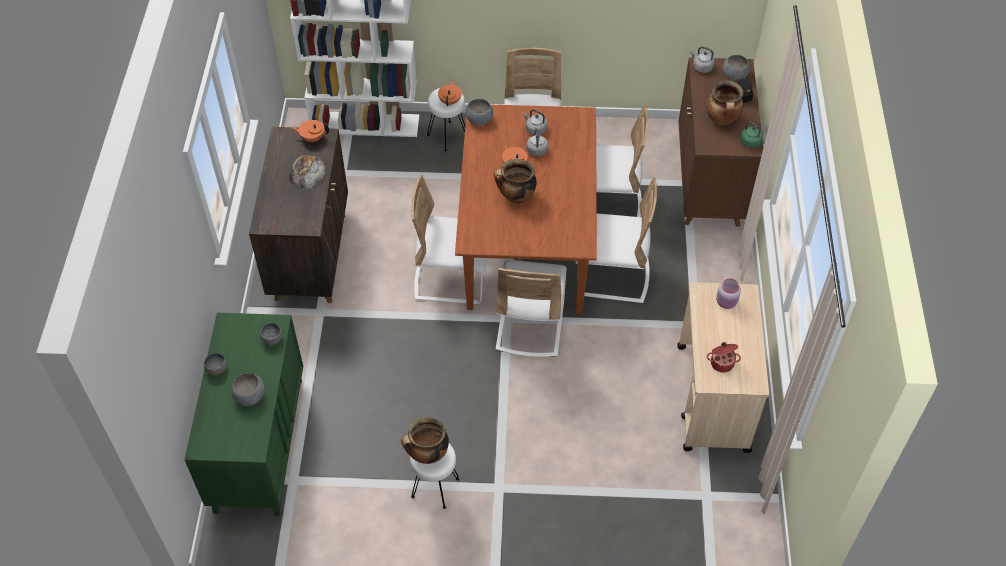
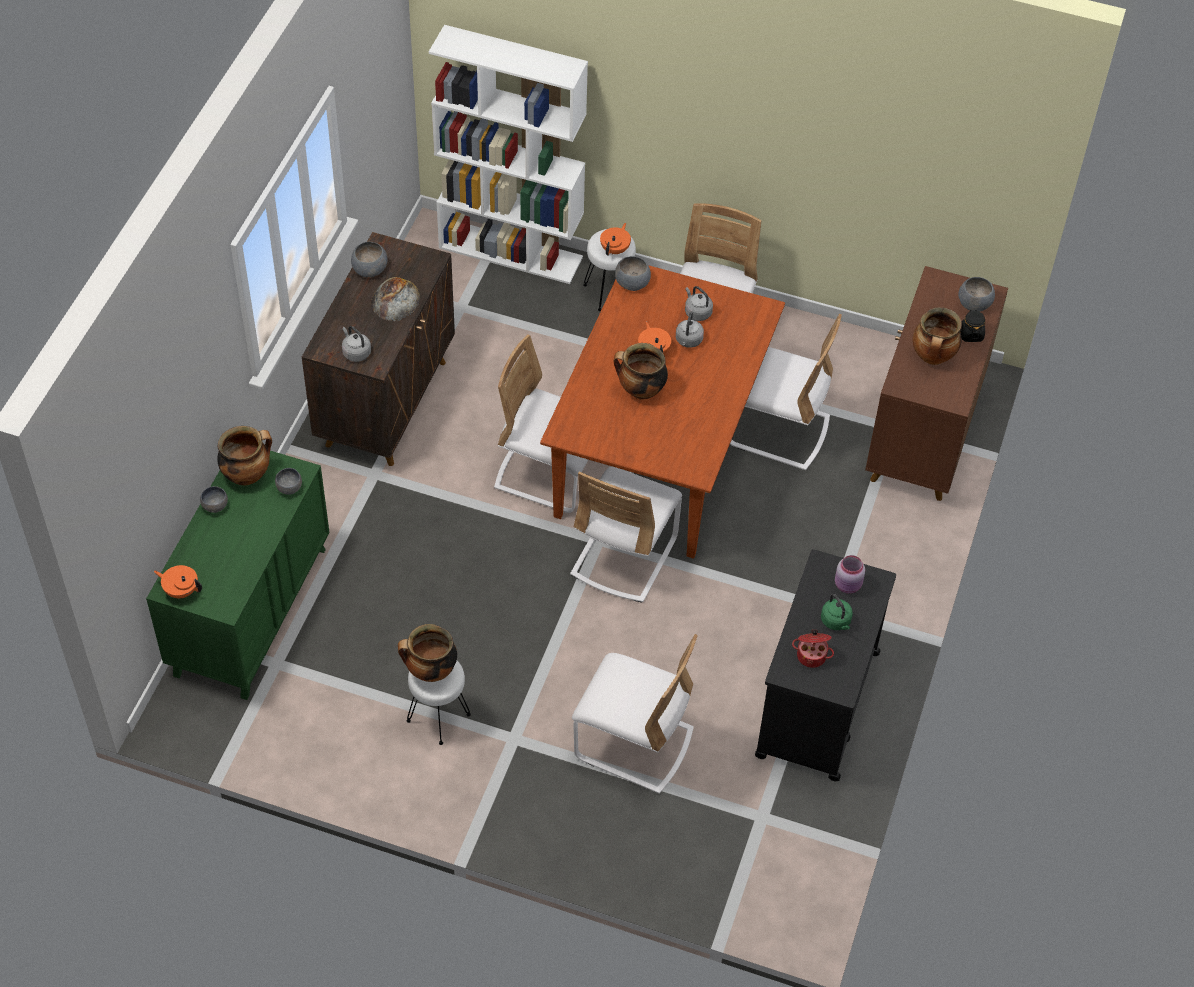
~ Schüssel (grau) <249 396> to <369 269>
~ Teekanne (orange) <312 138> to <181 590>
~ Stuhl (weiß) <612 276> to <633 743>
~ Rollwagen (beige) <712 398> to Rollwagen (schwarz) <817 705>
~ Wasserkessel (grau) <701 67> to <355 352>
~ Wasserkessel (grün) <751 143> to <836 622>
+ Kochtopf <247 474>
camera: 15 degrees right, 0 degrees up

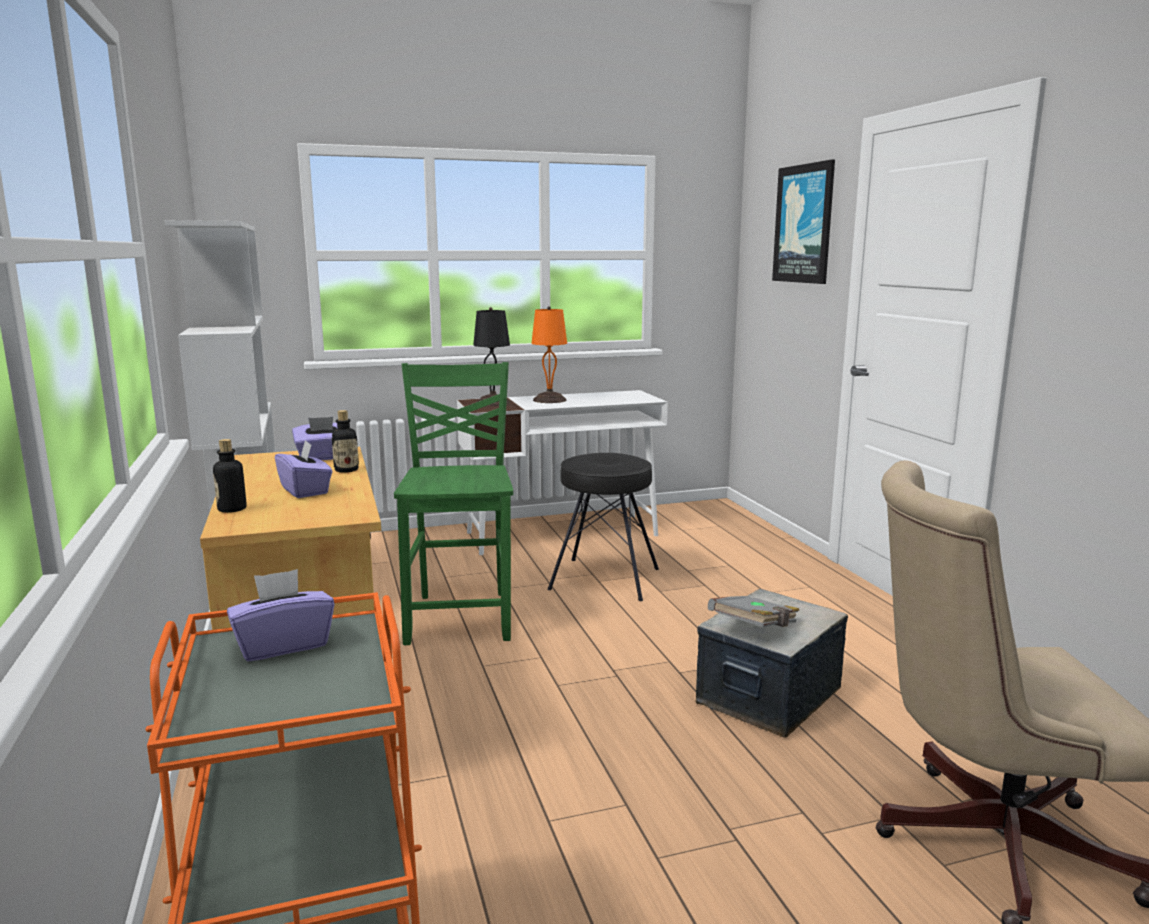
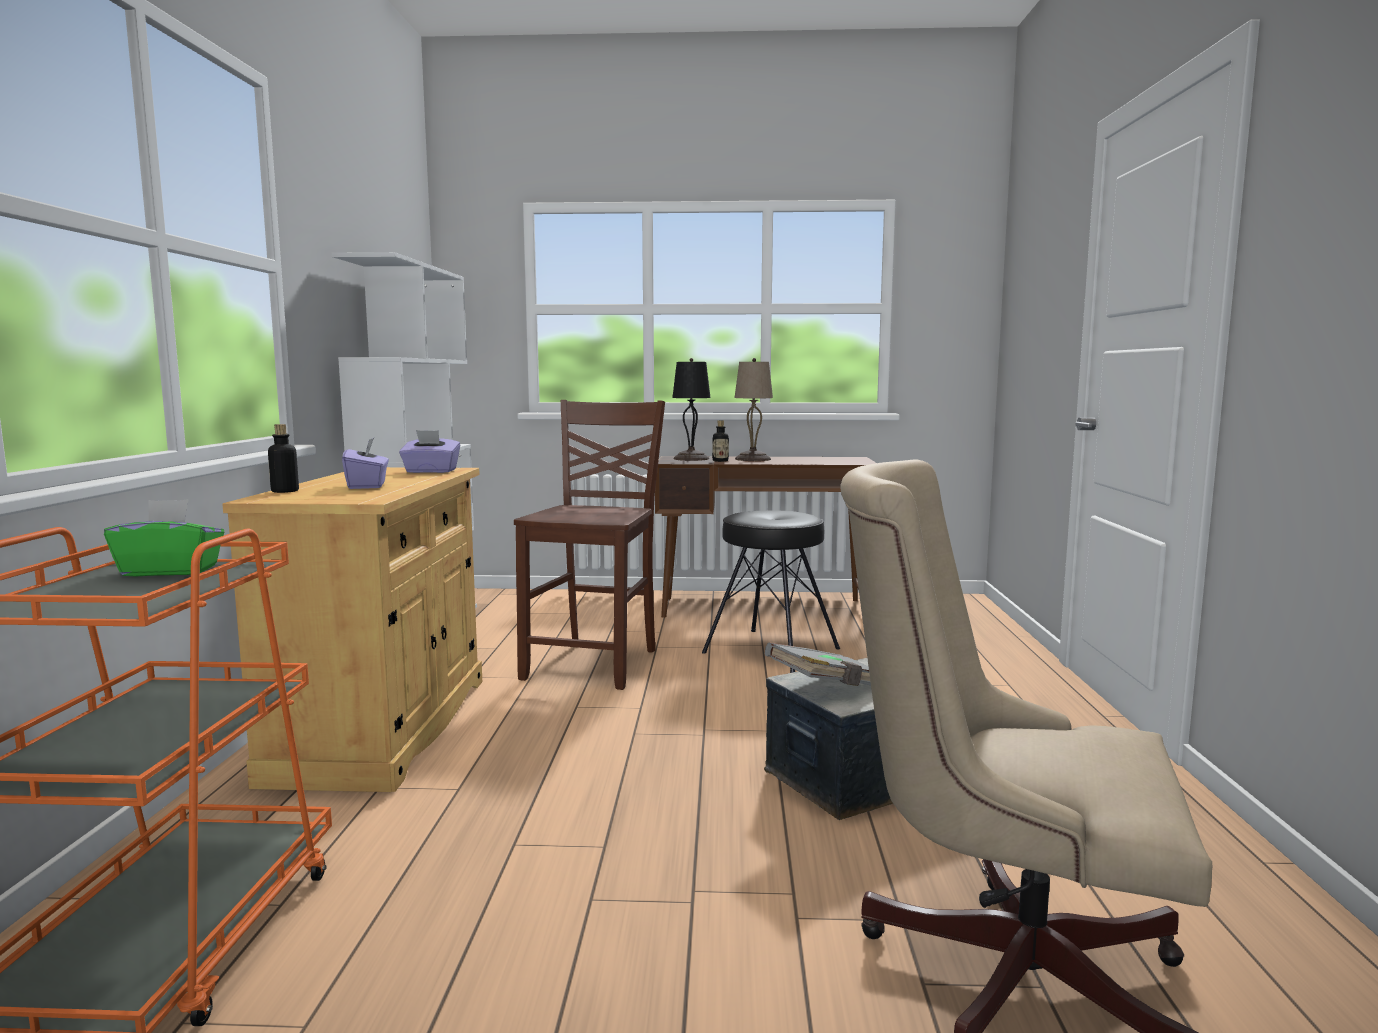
~ Taschentuchbox (lila) <283 645> to Taschentuchbox (grün) <170 571>
~ Flasche <346 470> to <720 461>
~ Stuhl (grün) <461 616> to Stuhl (braun) <595 664>
~ Schreibtisch (weiß) <563 534> to Schreibtisch (braun) <764 608>
~ Tischlampe (orange) <548 400> to Tischlampe (beige) <752 459>
- Bild <804 224>
camera: 20 degrees right, 5 degrees down

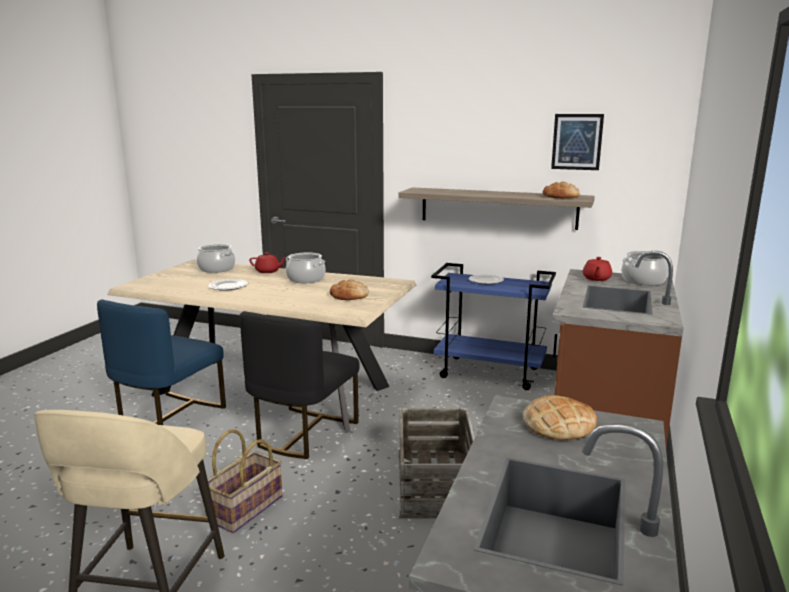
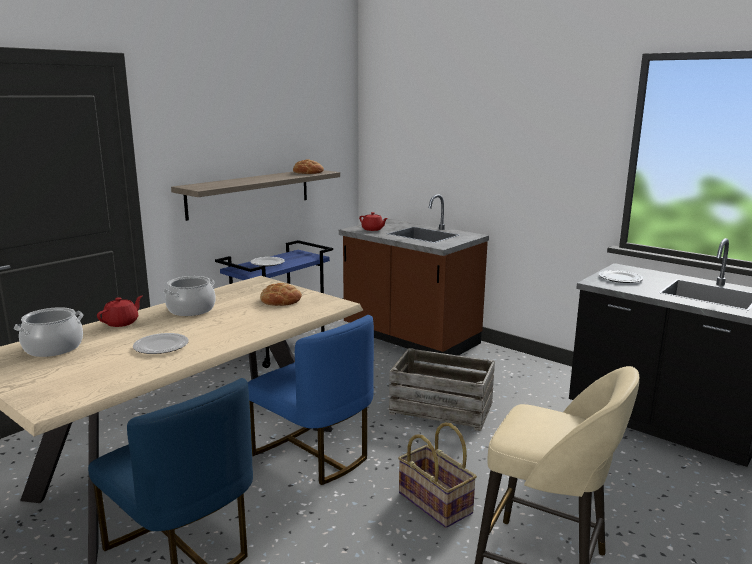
~ Stuhl (schwarz) <303 433> to Stuhl (blau) <314 454>
~ Brot <558 425> to Teller <619 278>
- Bild <577 142>
- Kochtopf <643 281>
camera: 70 degrees left, 0 degrees up

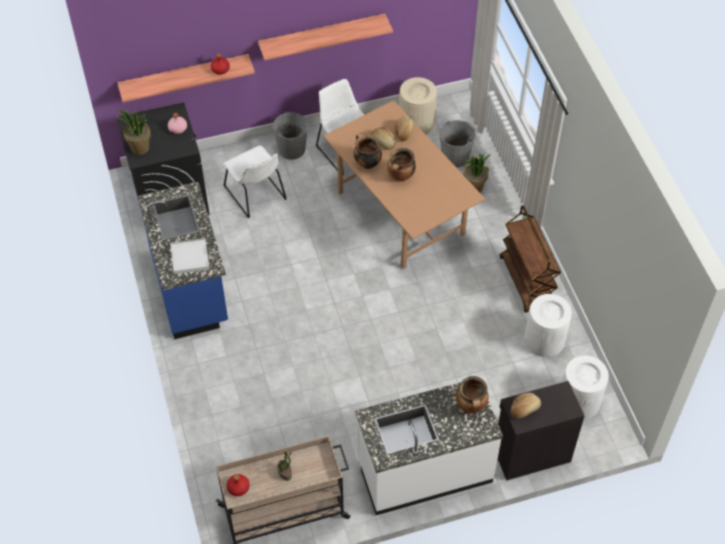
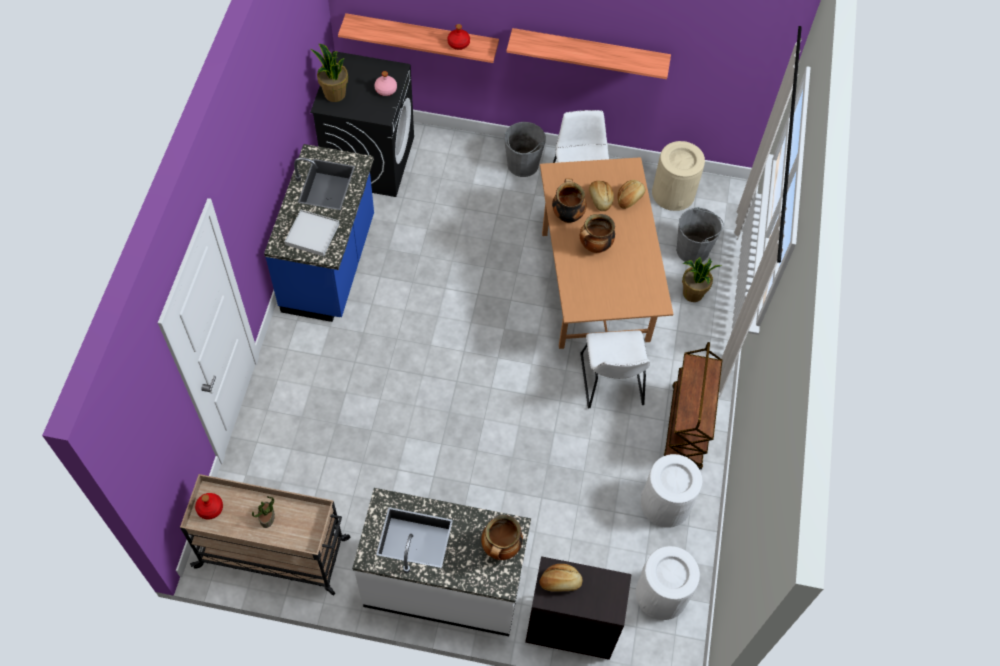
~ Stuhl (weiß) <256 195> to <612 383>
camera: 25 degrees right, 5 degrees up

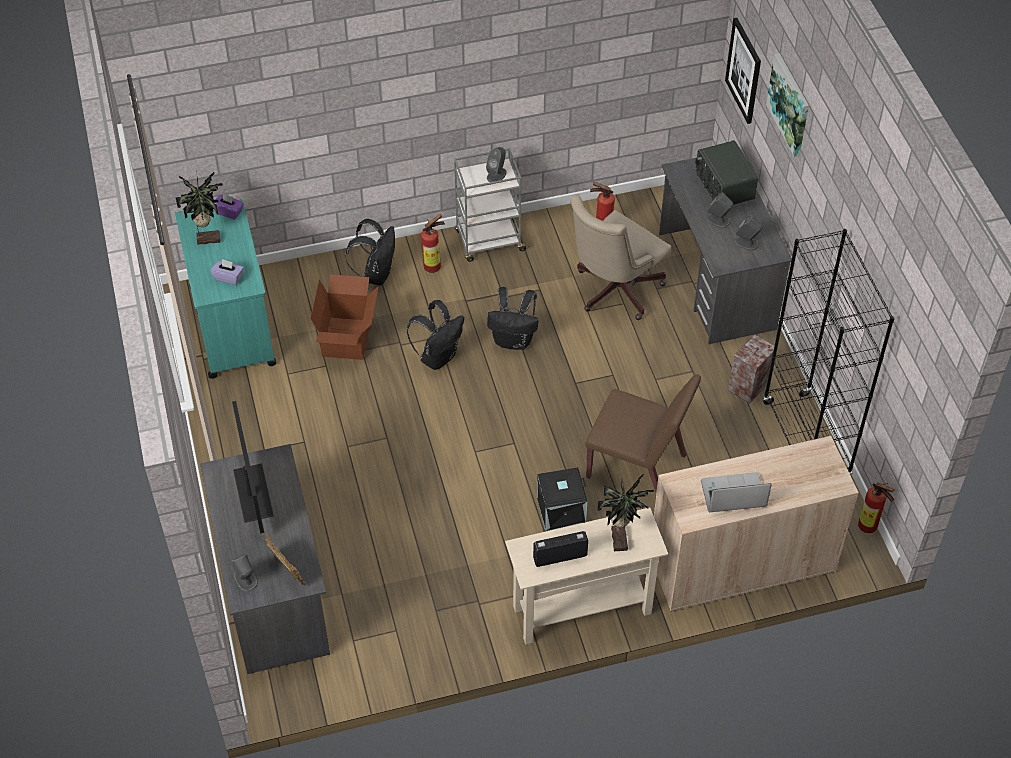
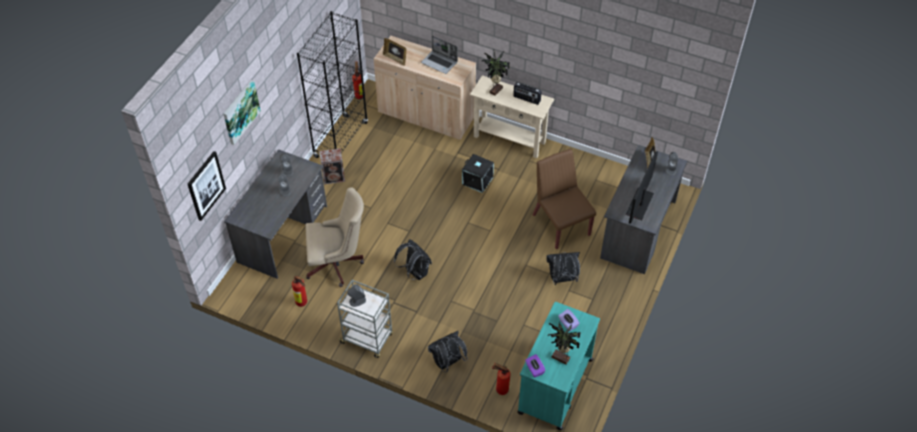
- Karton <347 339>
~ Rucksack (schwarz) <438 356> to <562 279>
~ Feuerlöscher <434 266> to <500 389>
~ Stuhl (braun) <637 467> to <560 224>
- Radio <723 186>
+ Bilderrahmen <395 59>
camera: 140 degrees left, 0 degrees up

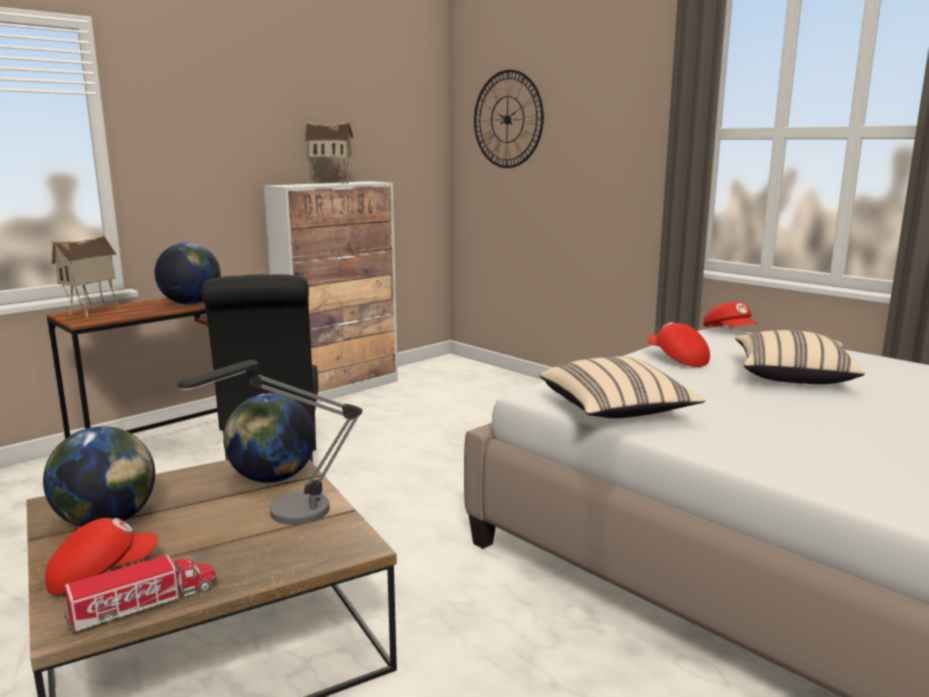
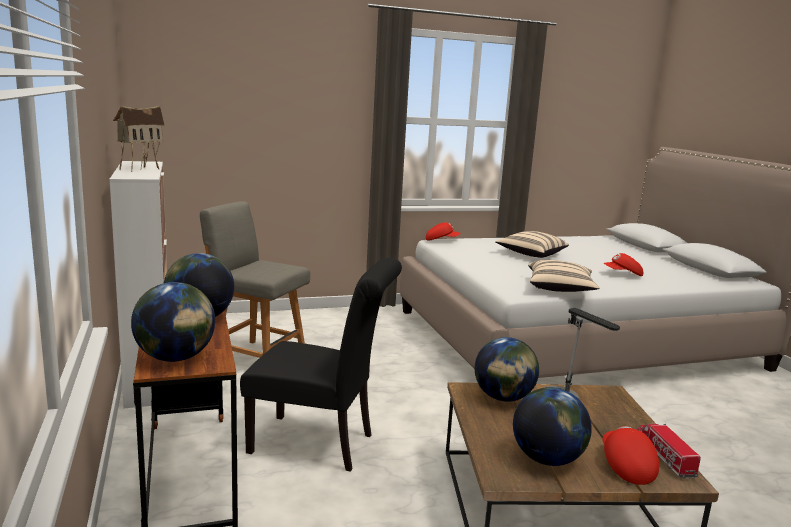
~ Spielzeughaus <93 313> to Globus <176 358>
- Wanduhr <507 119>
~ Kappe (rot) <676 359> to <623 274>
+ Stuhl (grau) <256 358>
camera: 65 degrees left, 0 degrees up

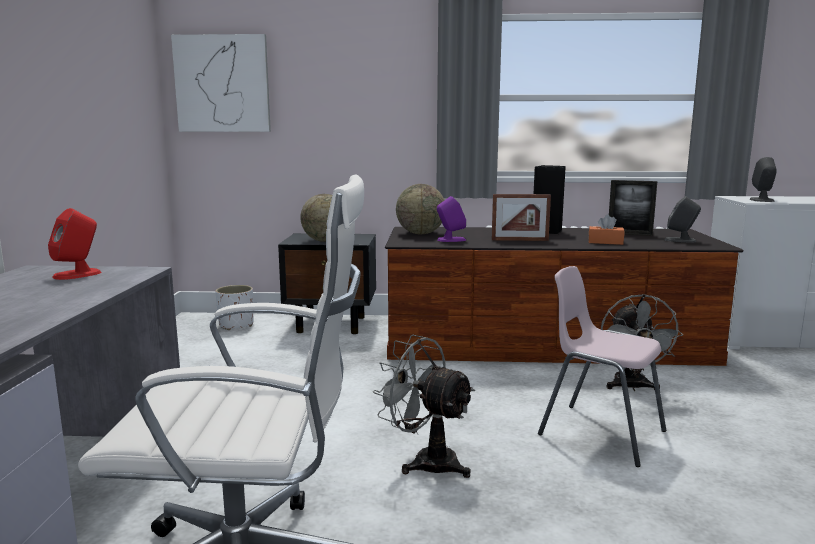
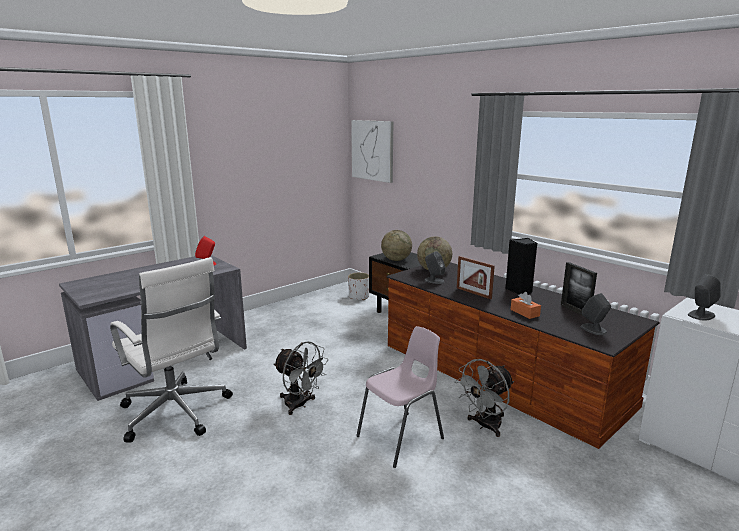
~ Ventilator (grau) <426 461> = <300 405> 135 degrees clockwise
~ Lautsprecher (lila) <451 240> to Lautsprecher (grau) <434 281>
~ Stuhl (rosa) <600 433> = <402 438> 60 degrees clockwise
camera: 45 degrees right, 5 degrees up

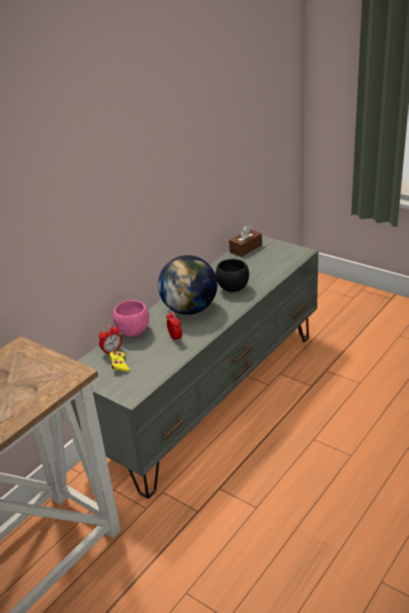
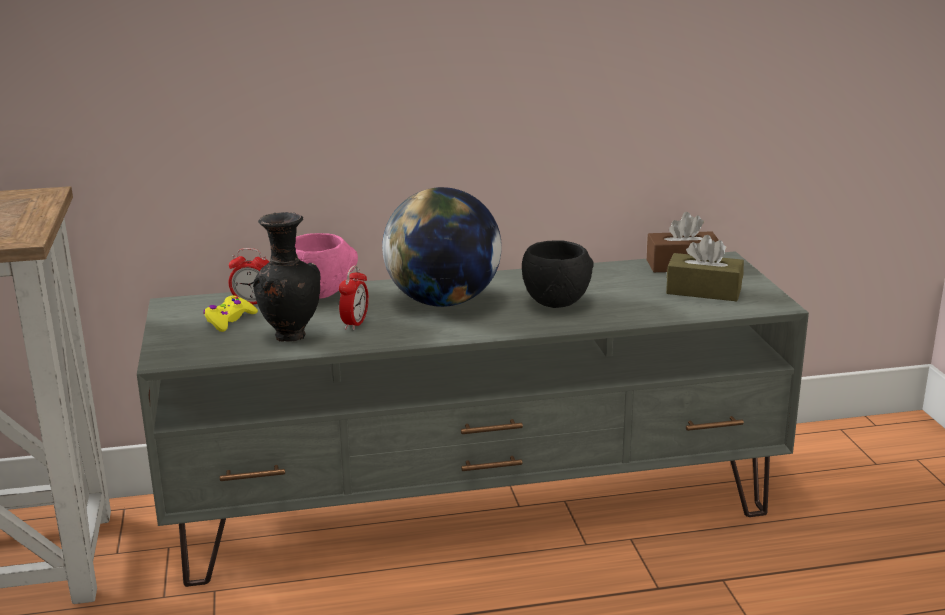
+ Vase (schwarz) <290 336>
+ Taschentuchbox (braun) <703 291>
camera: 40 degrees right, 10 degrees down

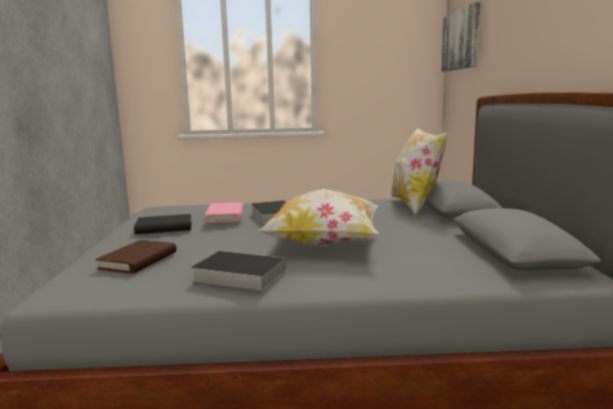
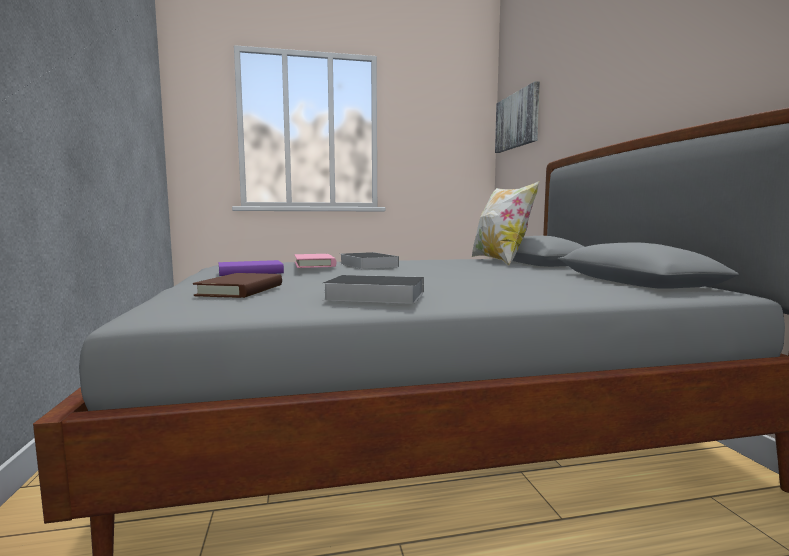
~ Buch (schwarz) <164 228> to Buch (lila) <250 272>
- Kissen <324 244>
camera: 10 degrees left, 5 degrees down

